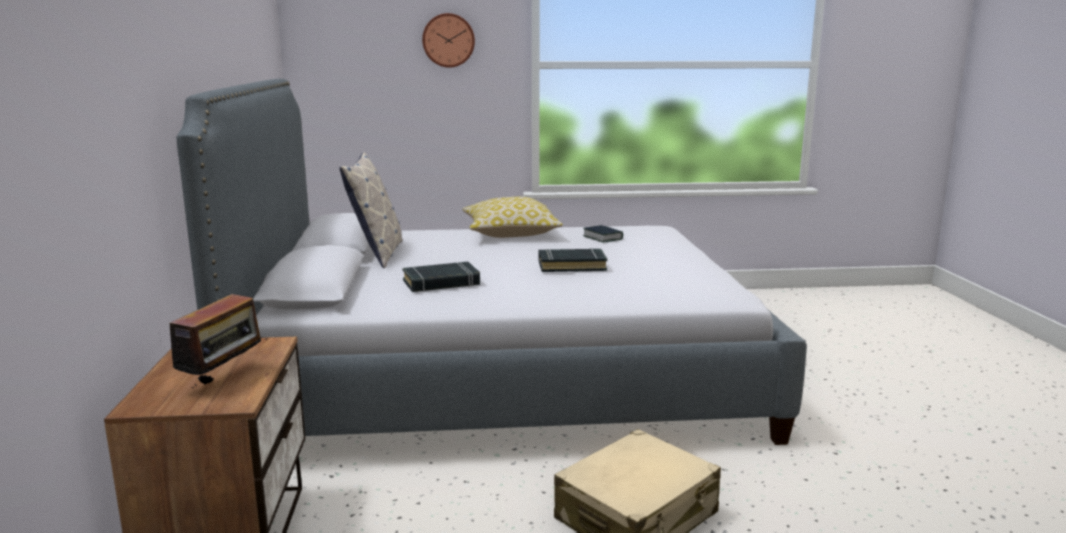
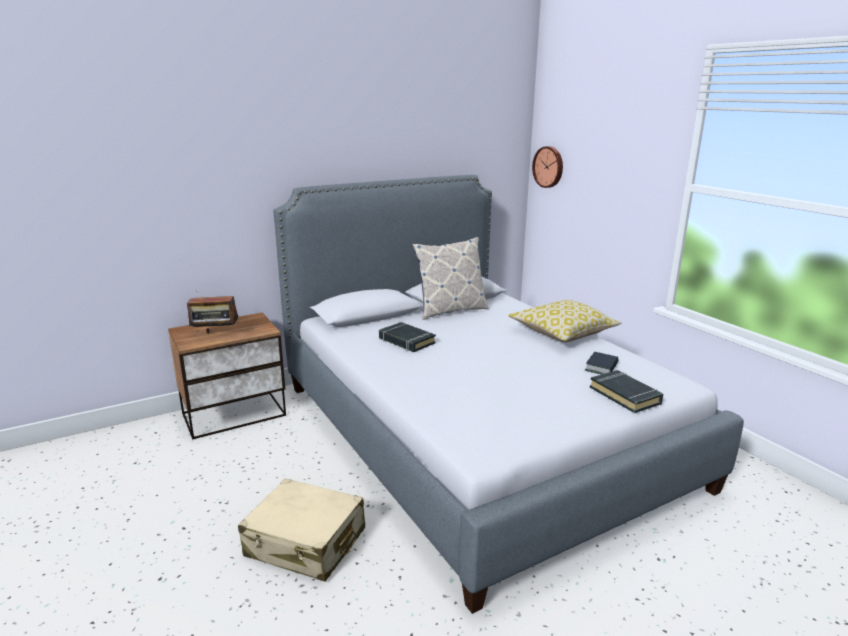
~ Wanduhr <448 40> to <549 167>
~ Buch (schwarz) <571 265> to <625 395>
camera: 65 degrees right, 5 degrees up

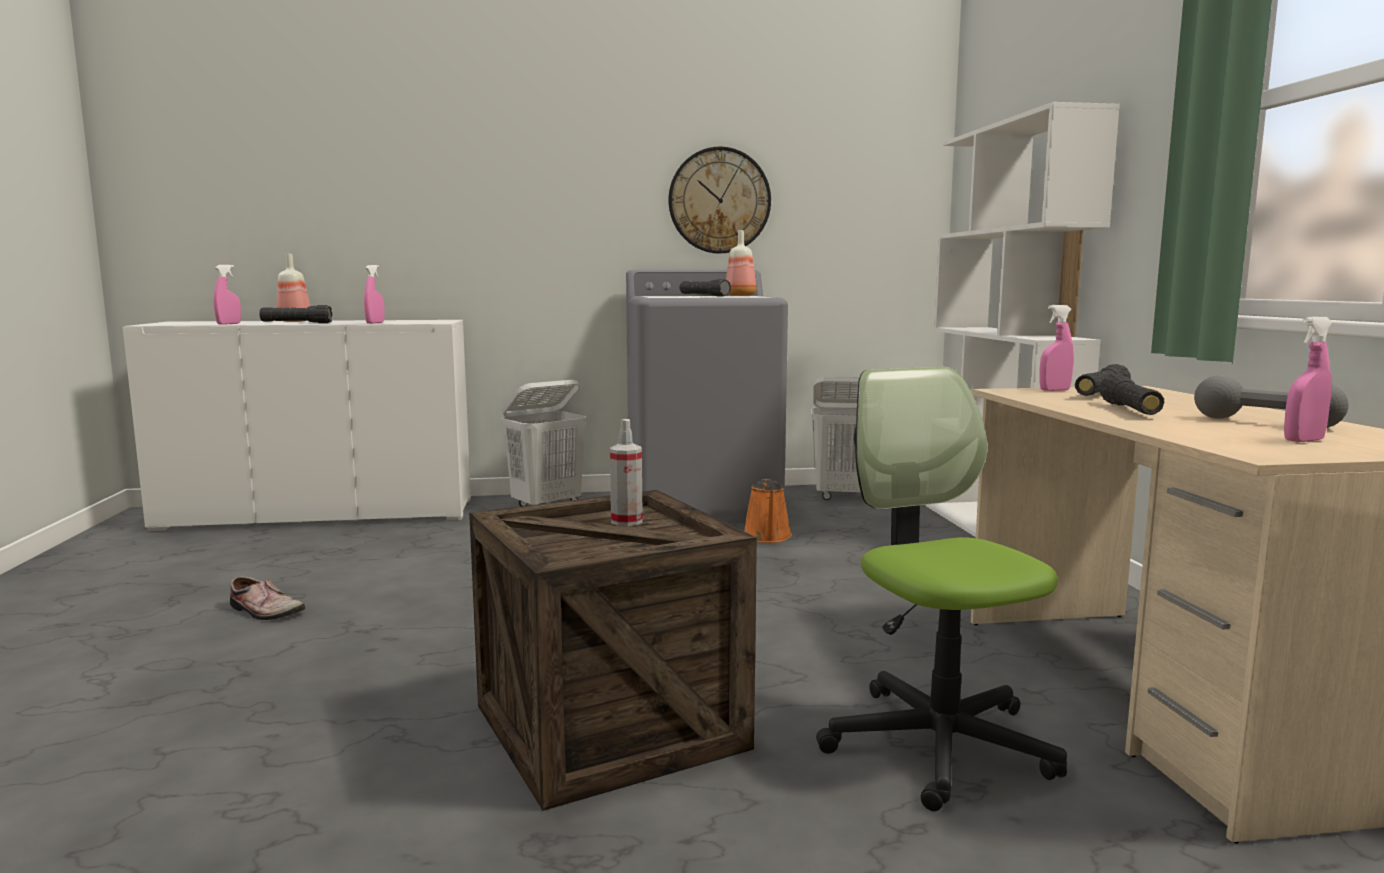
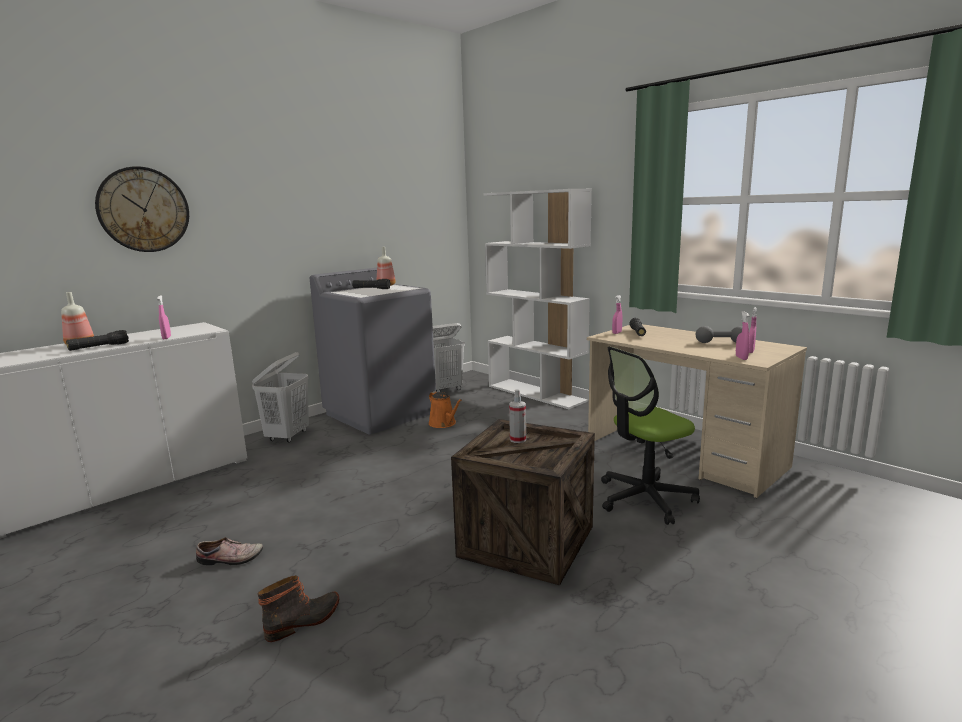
~ Sprühflasche (rosa) <229 324> to <741 358>
~ Wanduhr <719 200> to <143 210>
~ Bürostuhl <938 744> = <645 498> 60 degrees counterclockwise
- Taschenlampe (schwarz) <1130 410>
+ Stiefel <304 621>
camera: 35 degrees left, 5 degrees up

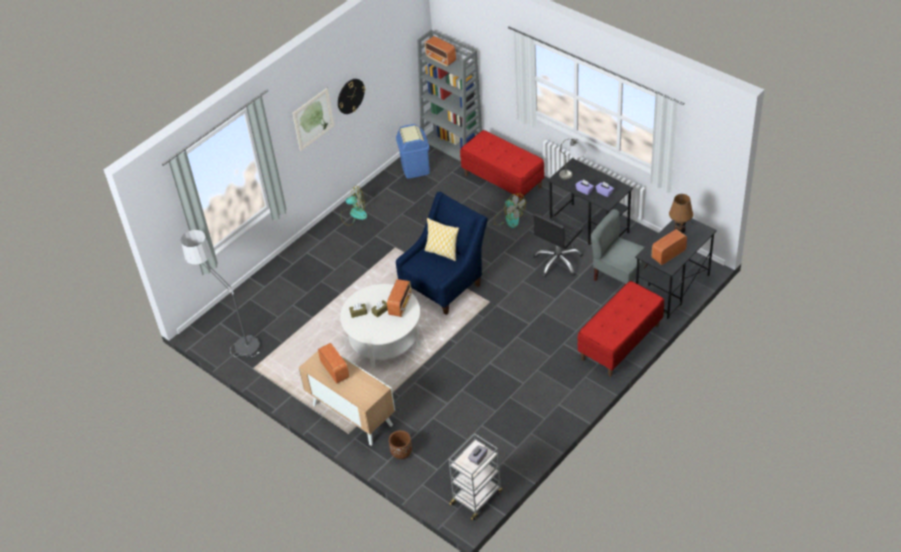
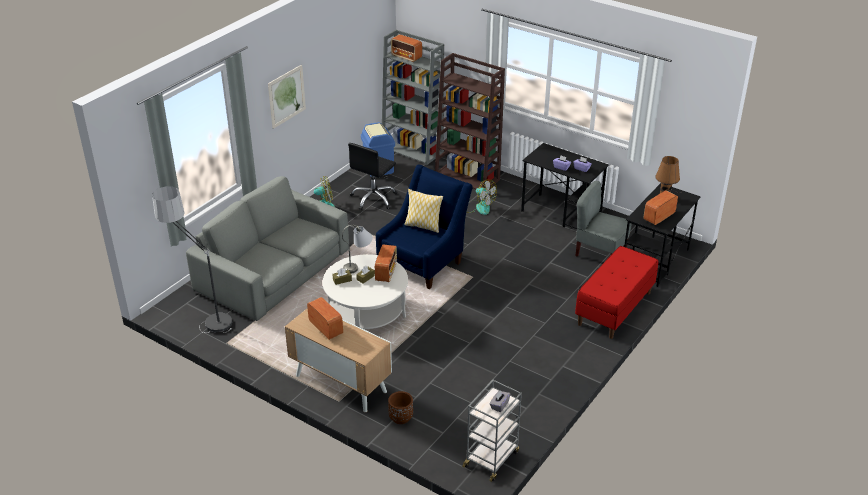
- Wanduhr <350 96>
~ Bank (rot) <503 181> to Bücherregal (braun) <468 177>
~ Bürostuhl (schwarz) <558 261> to <373 198>
~ Tischlampe (grau) <573 172> to <359 265>
+ Sofa (grau) <274 271>
camera: 10 degrees left, 10 degrees down

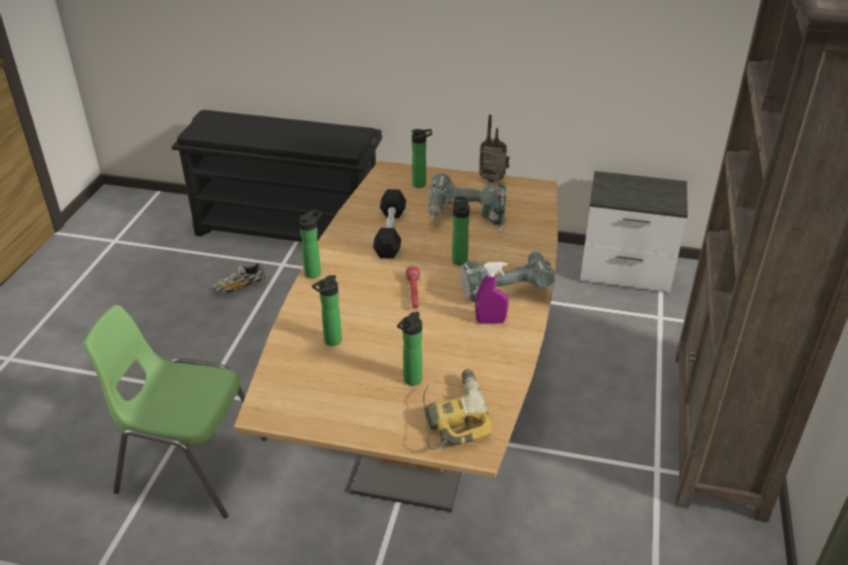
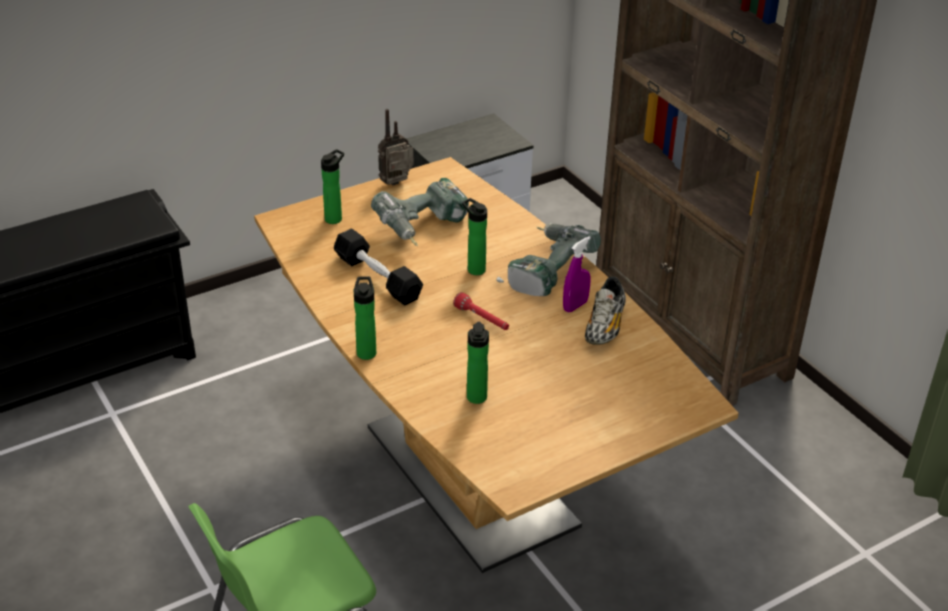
~ Schuh <238 287> to <605 326>
- Flasche <410 381>
- Bohrmaschine <452 415>
camera: 45 degrees left, 0 degrees up

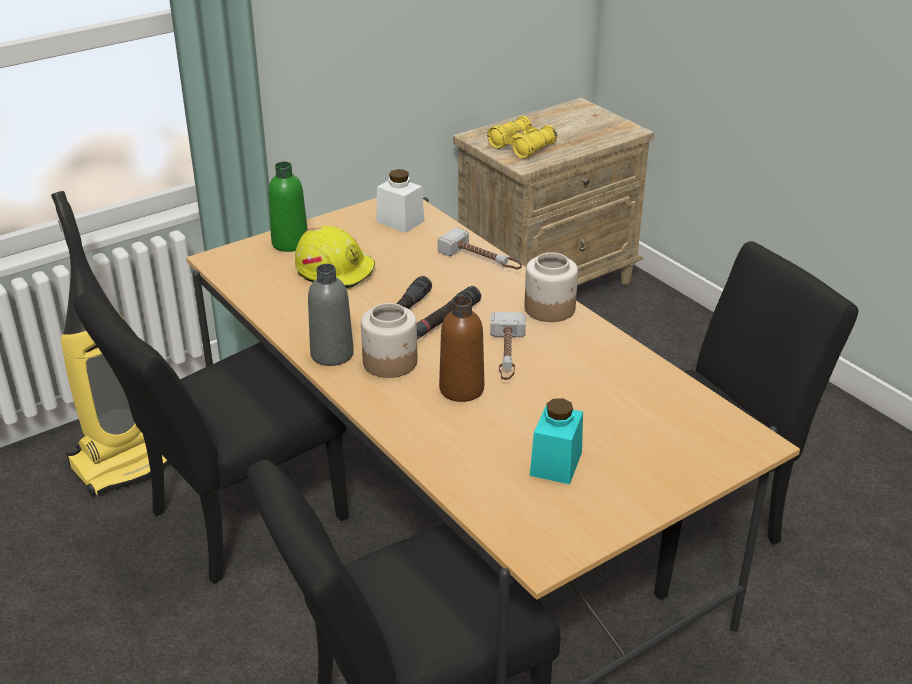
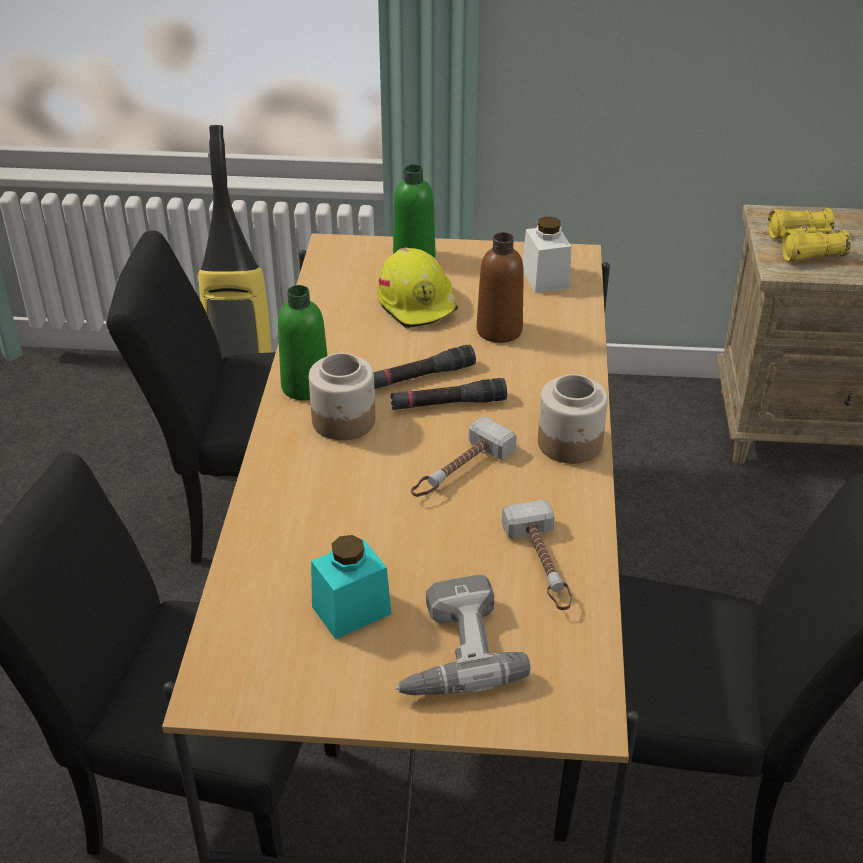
~ Flasche (grau) <332 354> to Flasche (grün) <305 386>
~ Hammer <482 260> to <543 565>
~ Flasche (braun) <461 389> to <499 330>
+ Bohrmaschine <450 650>
camera: 40 degrees right, 5 degrees up

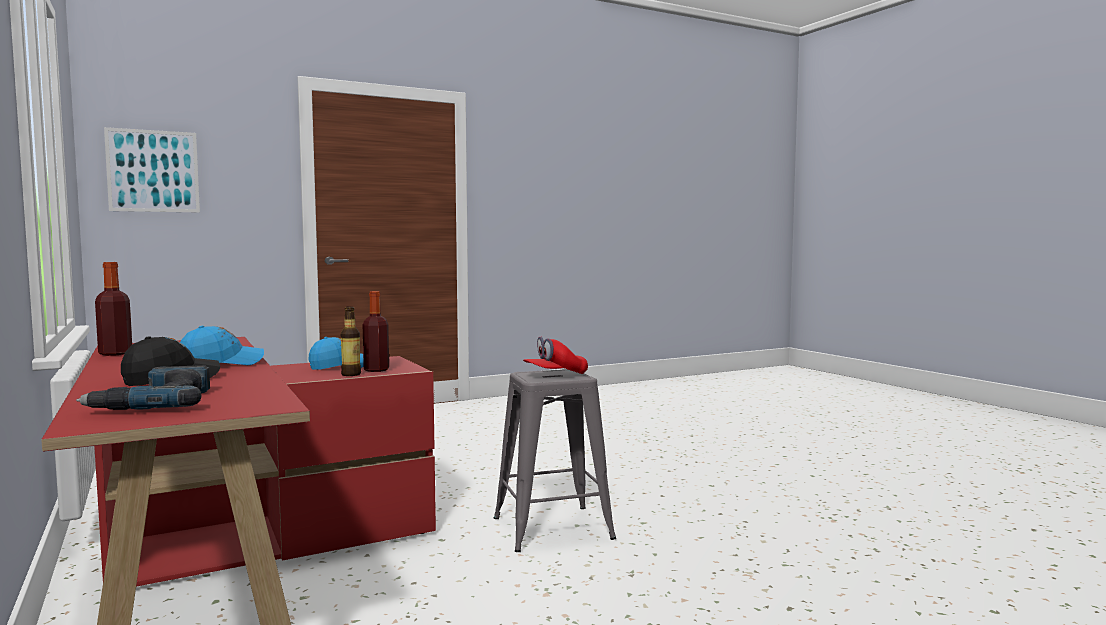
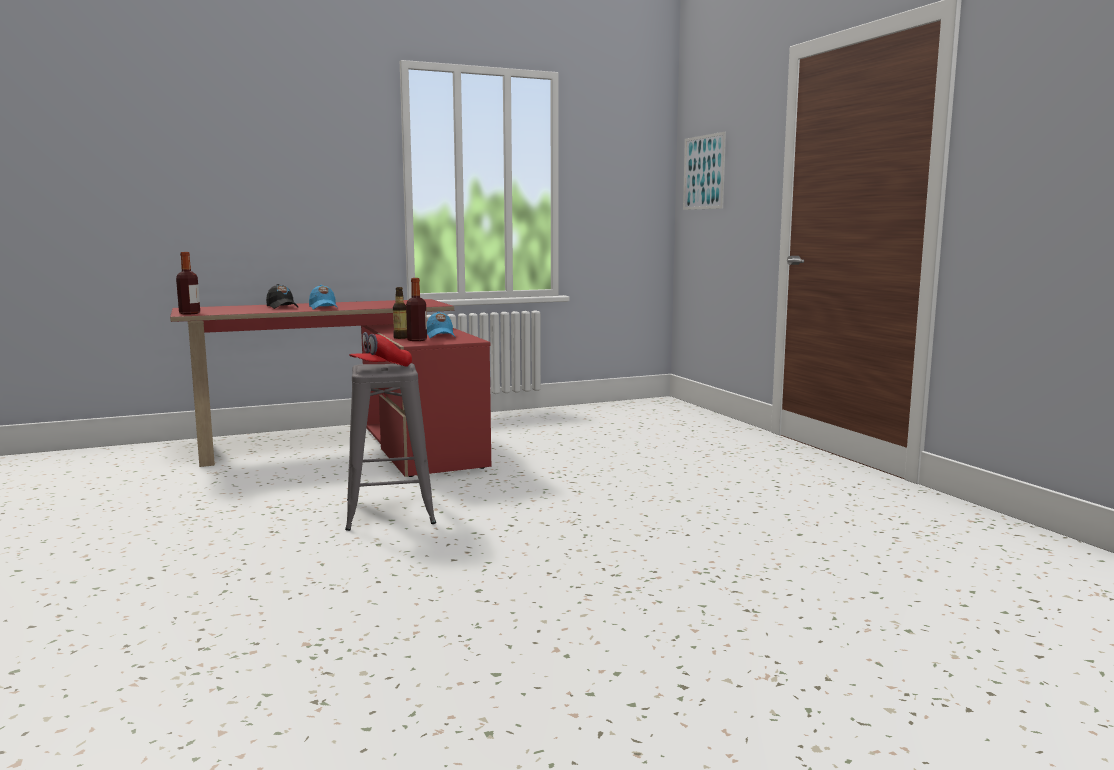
- Bohrmaschine <155 402>
~ Flasche <115 353> to <189 313>
~ Kappe (rot) <555 375> = <381 368> 105 degrees counterclockwise
camera: 95 degrees right, 5 degrees up

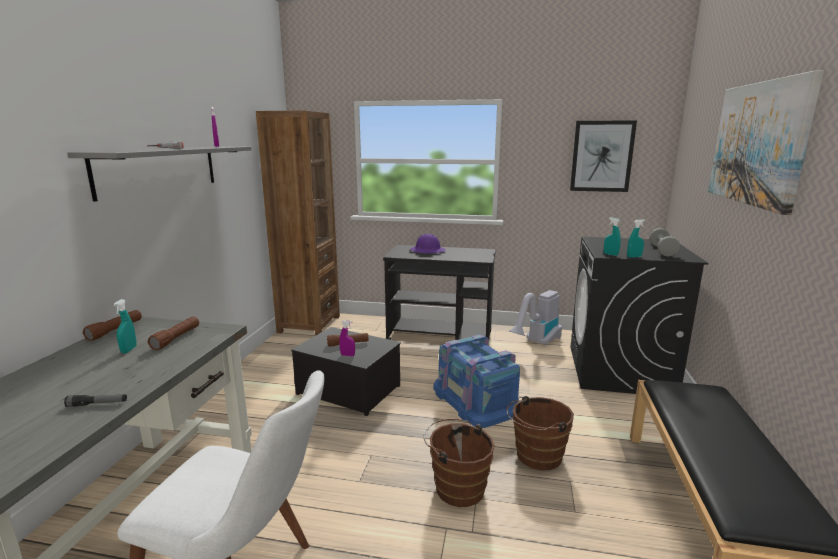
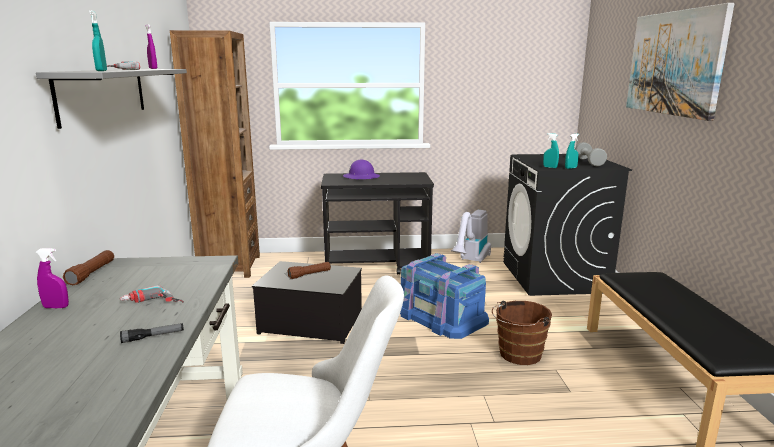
~ Sprühflasche (türkis) <129 350> to <101 71>
- Taschenlampe (braun) <176 338>
~ Sprühflasche (lila) <347 355> to <56 307>
- Eimer (braun) <457 486>
- Bild <602 156>
+ Bohrmaschine <151 304>
camera: 15 degrees left, 0 degrees up

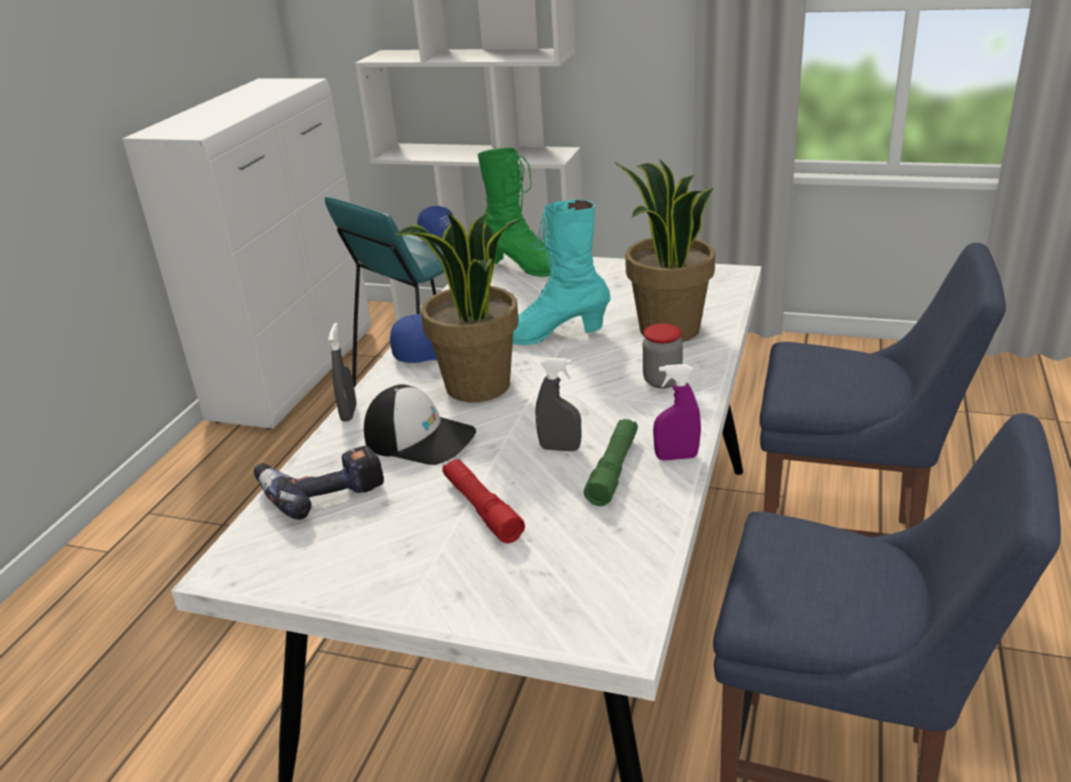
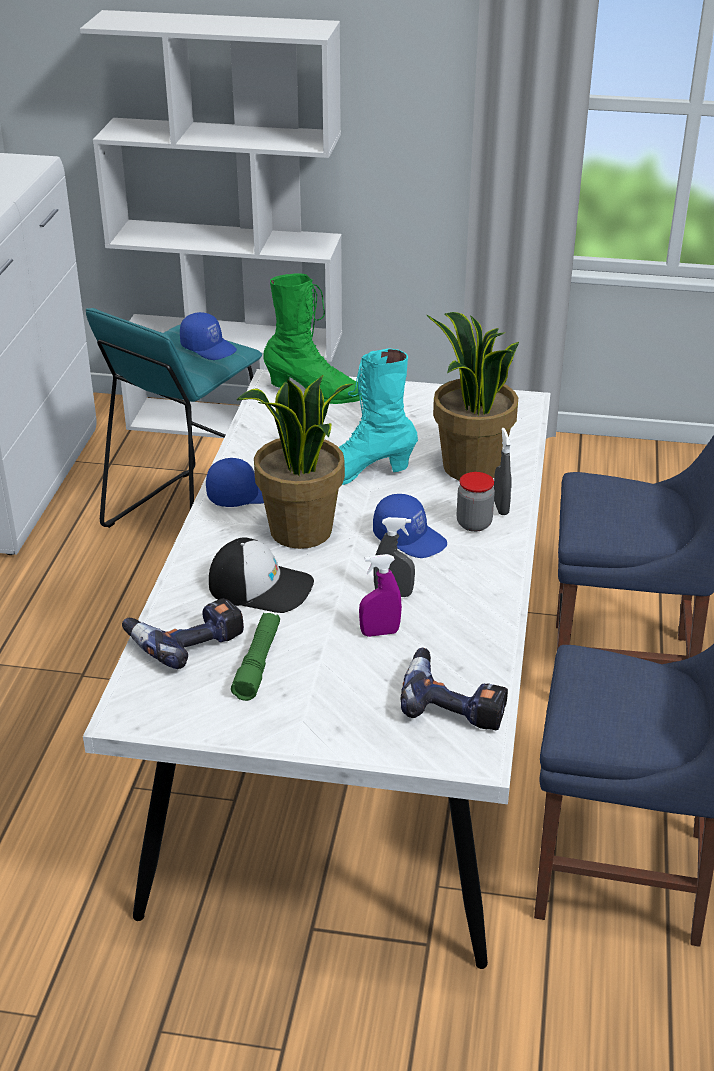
~ Sprühflasche (grau) <349 413> to <501 507>
- Taschenlampe (rot) <481 508>
~ Taschenlampe (grün) <613 469> to <258 663>
~ Sprühflasche (lila) <676 457> to <379 632>
+ Kappe (blau) <410 538>
+ Bohrmaschine <454 701>
camera: 10 degrees left, 5 degrees up

